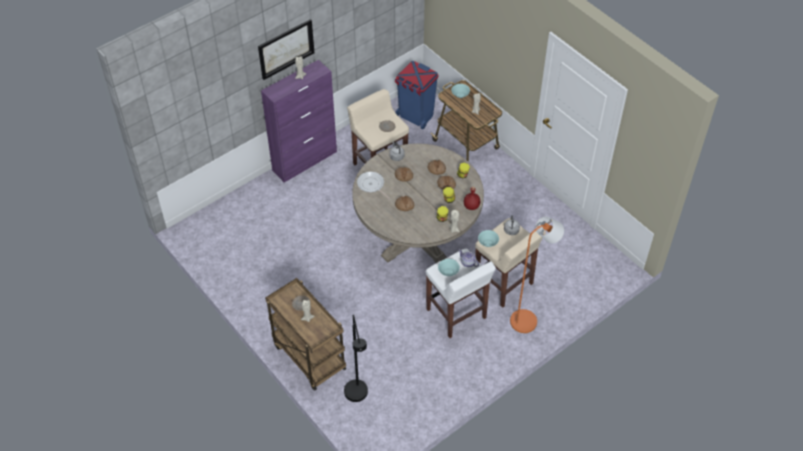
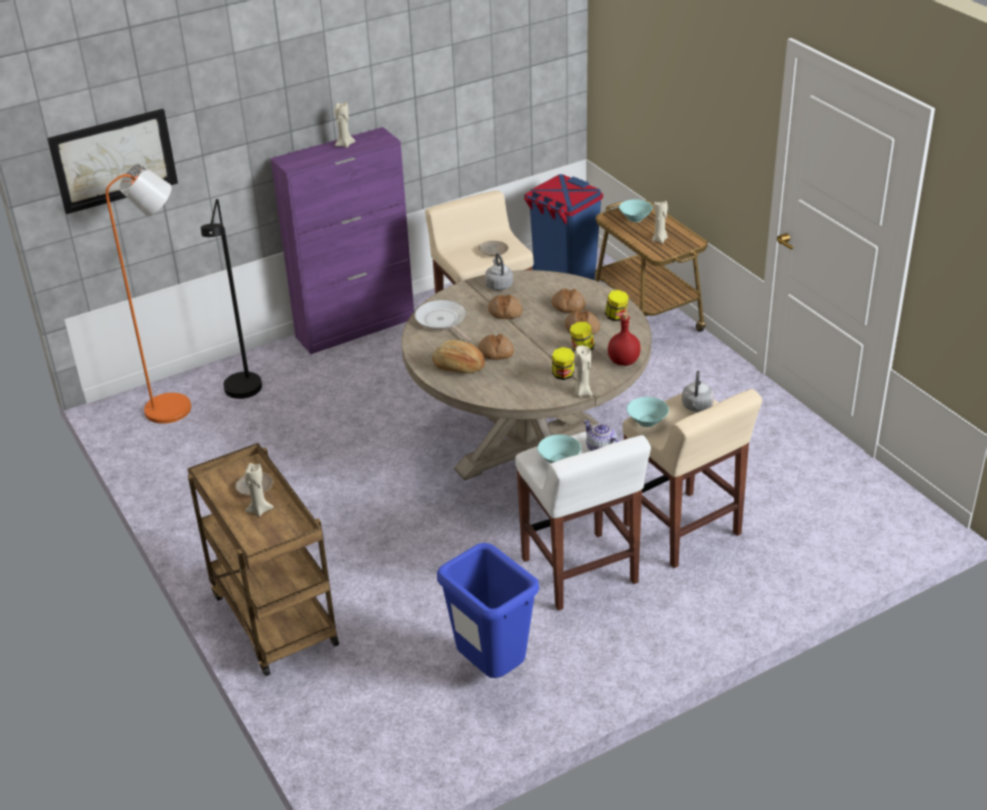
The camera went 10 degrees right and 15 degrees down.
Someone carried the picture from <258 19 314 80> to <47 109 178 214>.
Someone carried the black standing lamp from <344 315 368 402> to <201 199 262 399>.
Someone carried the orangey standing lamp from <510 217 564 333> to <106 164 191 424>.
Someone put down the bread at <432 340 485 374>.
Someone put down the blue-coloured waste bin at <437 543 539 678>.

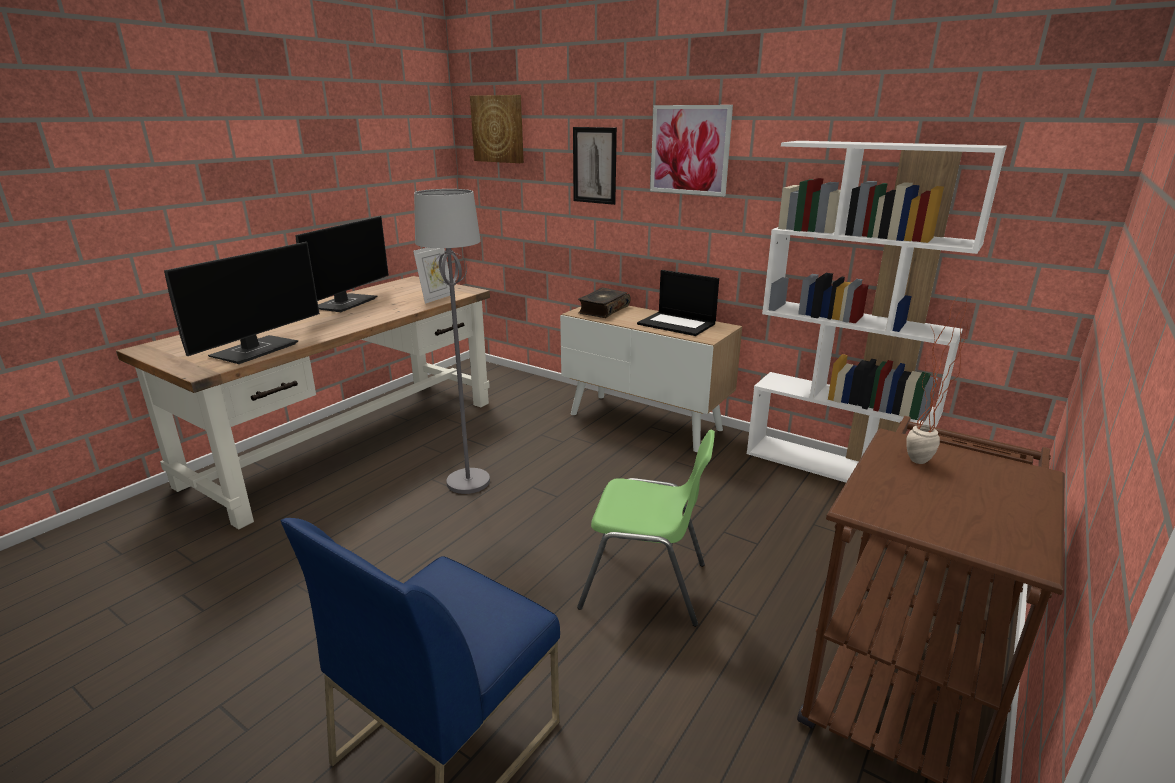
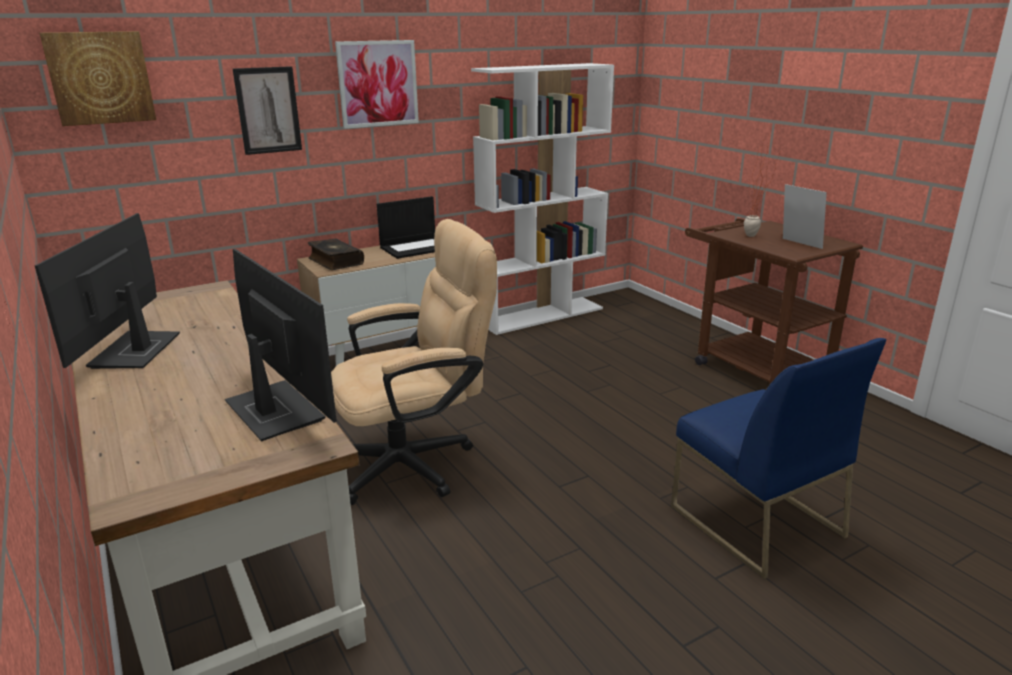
The camera went 65 degrees left and 0 degrees up.
Someone rotated the computer display at <295 216 389 312> by 135 degrees counterclockwise.
Someone carried the picture frame from <413 248 450 304> to <783 184 827 249>.
Someone swapped the greyish standing lamp at <414 189 490 494> for the beige-coloured desk chair at <331 219 497 505>.
Someone took away the green plain chair at <577 429 715 627>.

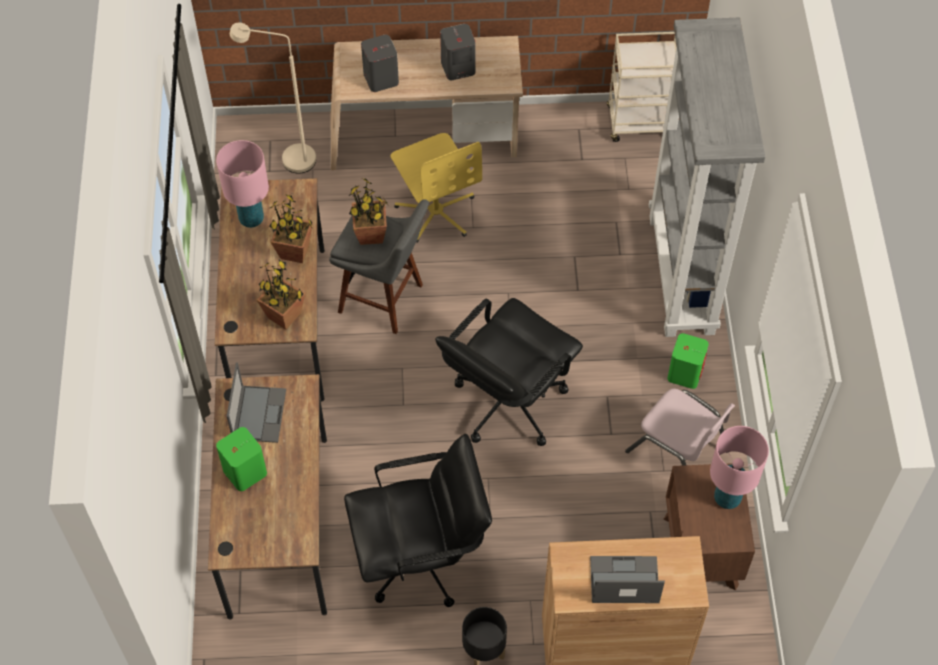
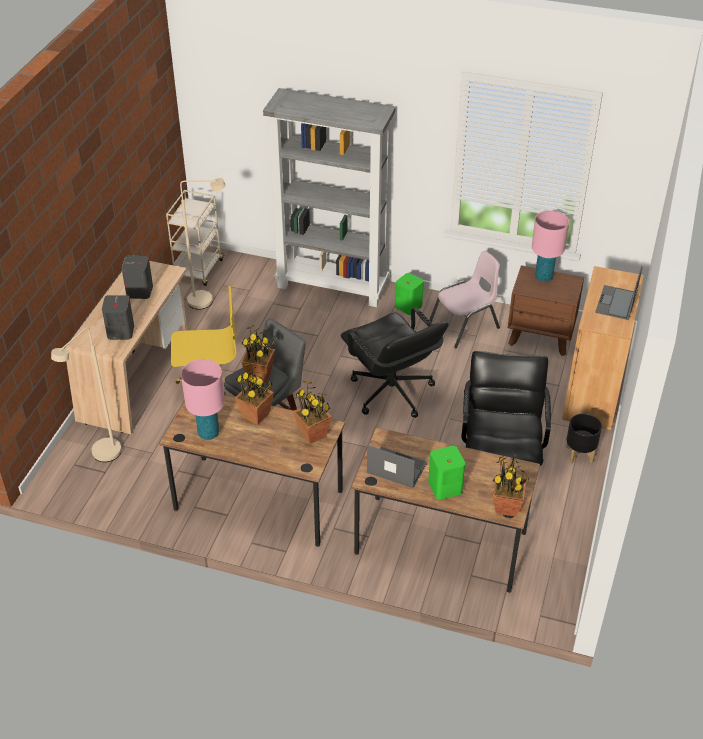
The camera went 70 degrees left and 15 degrees down.
Someone put down the beige-coloured standing lamp at <180 178 226 309>.
Someone put down the houseplant at <492 451 529 517>.

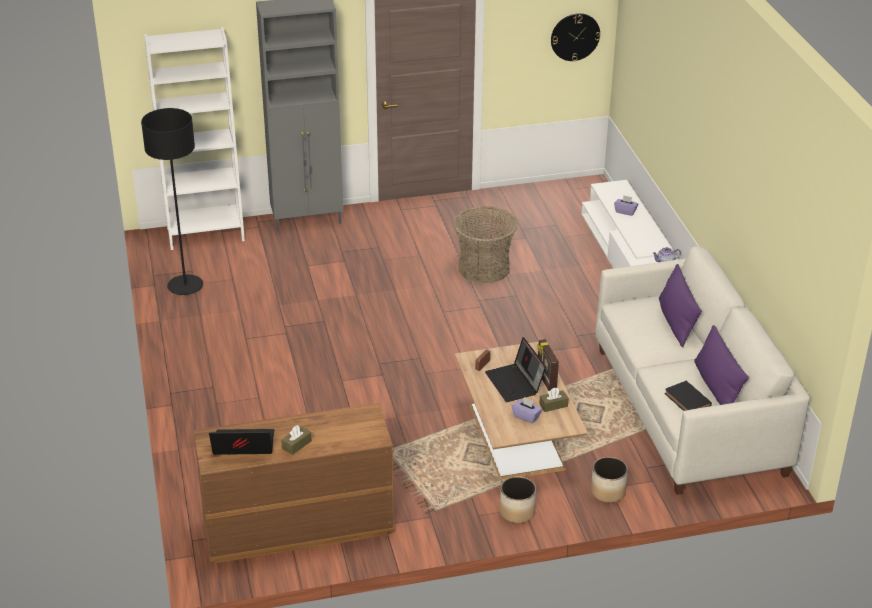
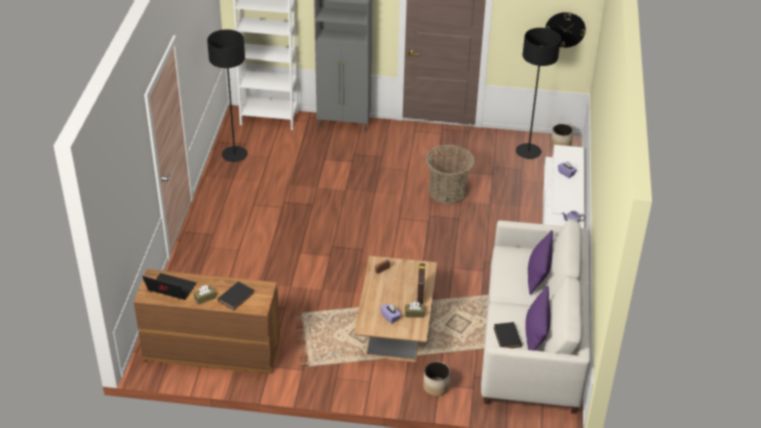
The camera went 20 degrees right and 5 degrees up.
Someone took away the notebook computer at <485 337 546 402>.
Someone carried the plant pot from <500 477 536 523> to <551 124 573 148>.
Someone put down the black bound book at <218 281 254 310>.
Someone put down the black standing lamp at <516 28 561 159>.

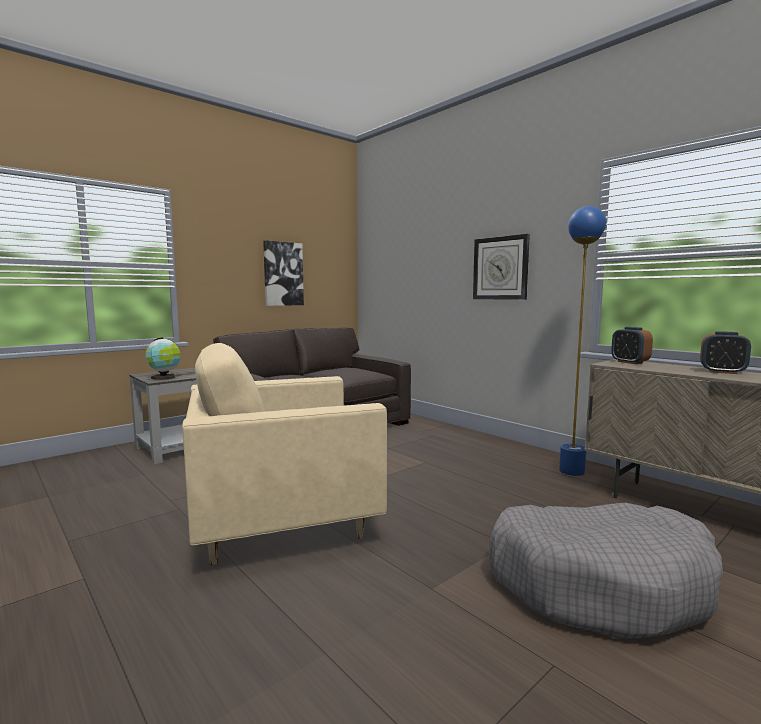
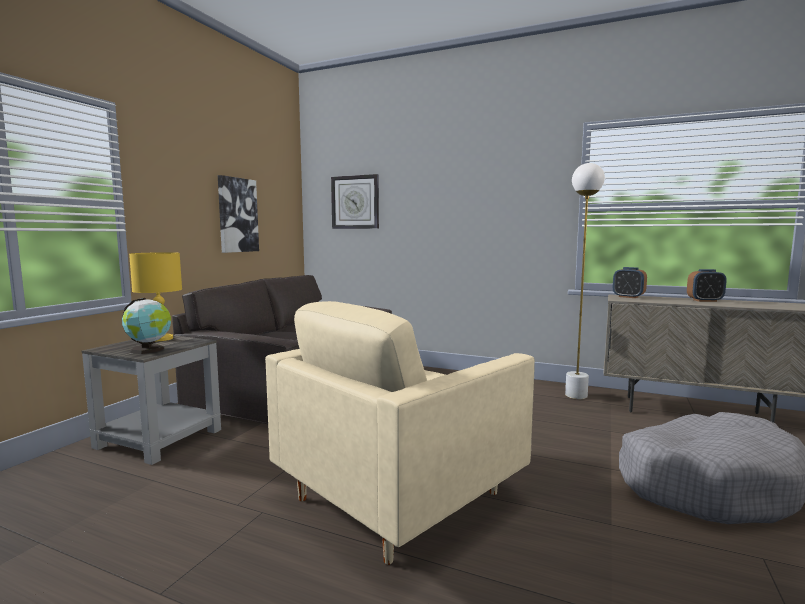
The camera went 25 degrees left and 0 degrees up.
Someone carried the clock on the wall from <473 234 530 300> to <331 174 379 229>.
Someone repainted the blue-coloured standing lamp at <559 206 606 476>, which became the whitish standing lamp at <565 163 605 399>.
Someone put down the yellow-coloured lamp for a table at <129 252 182 341>.

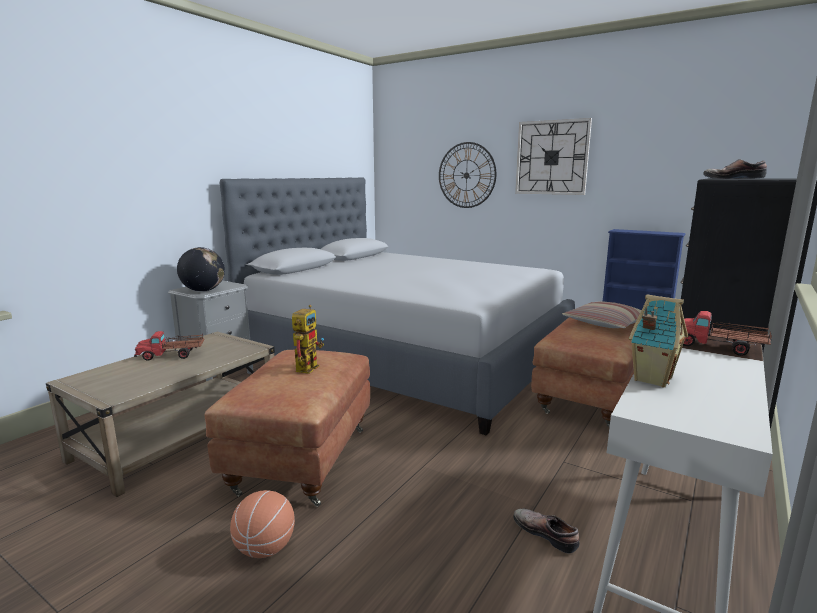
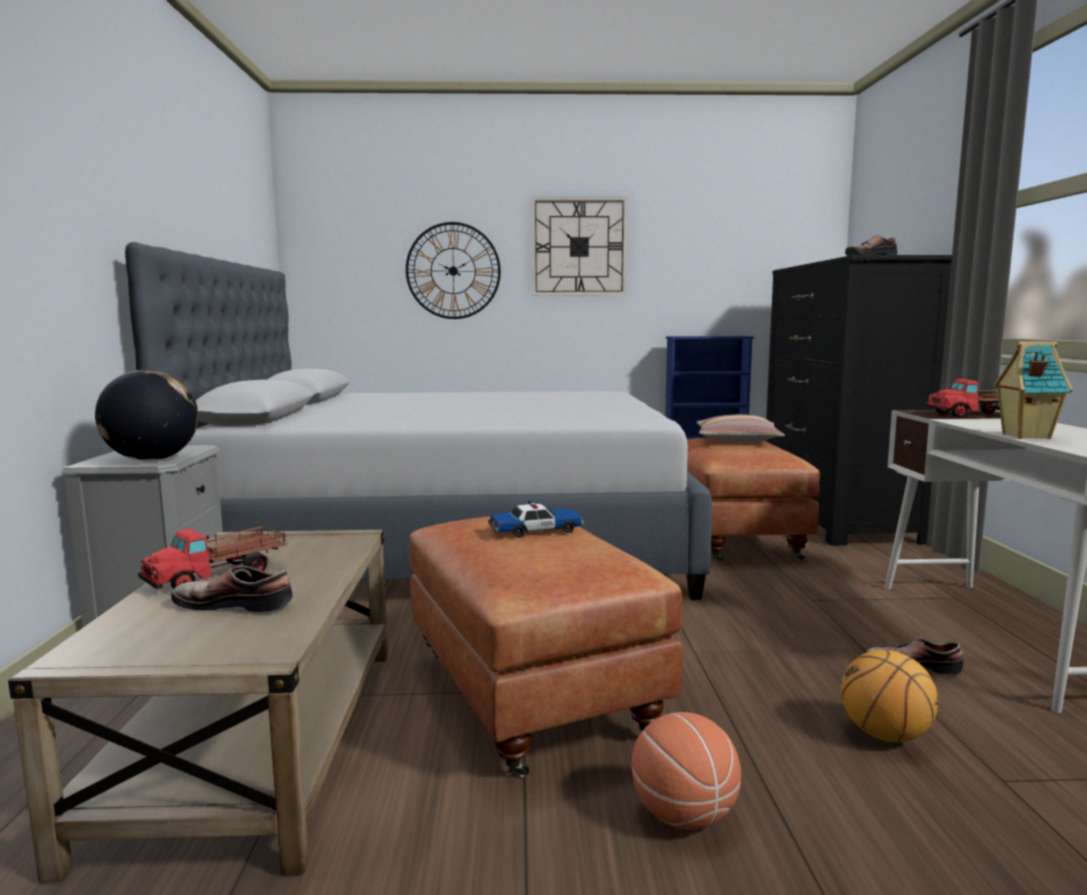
The camera went 35 degrees left and 5 degrees down.
Someone swapped the toy robot at <292 305 324 374> for the toy car at <488 501 584 538>.
Someone put down the item of footwear at <171 566 293 612>.
Someone put down the ball for basketball at <841 649 938 742>.

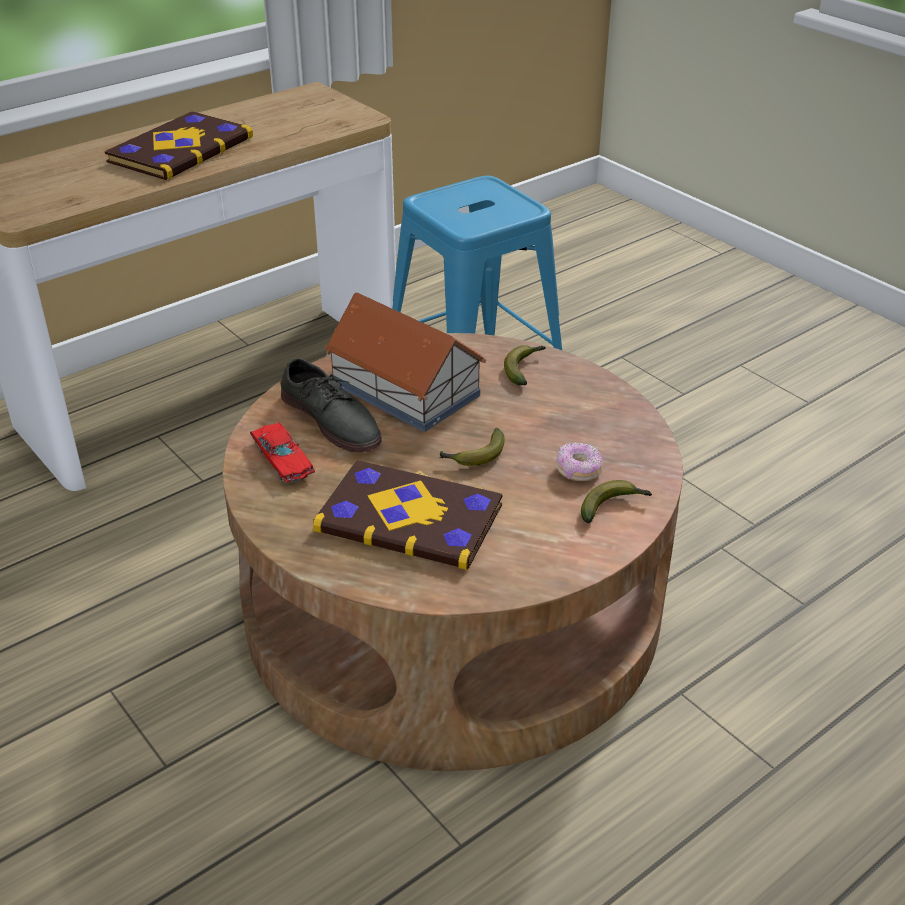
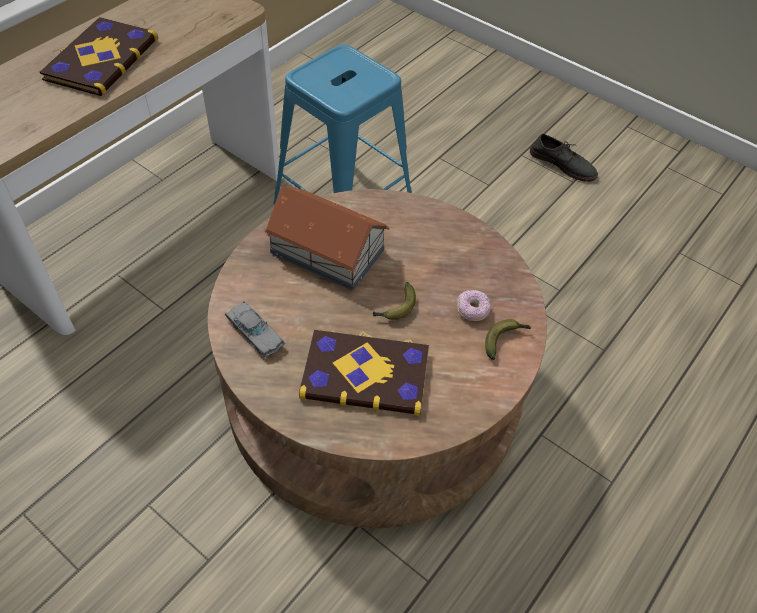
The camera went 15 degrees left and 15 degrees up.
Someone repainted the red-coloured toy car at <250 422 315 483>, which became the greyish toy car at <225 301 285 358>.
Someone carried the greyish item of footwear from <281 358 382 452> to <530 134 598 182>.
Someone took away the banana at <504 345 545 385>.

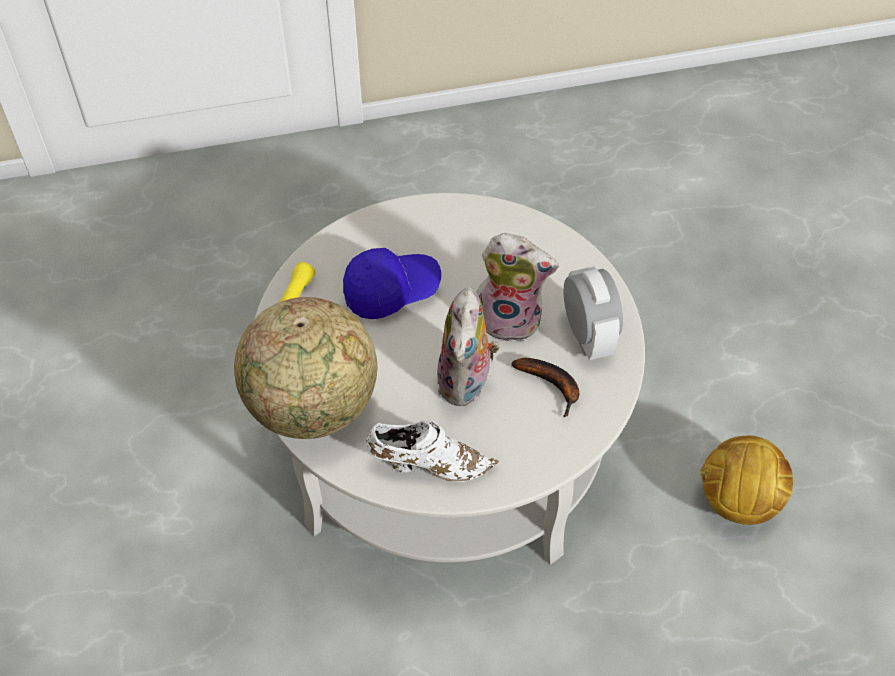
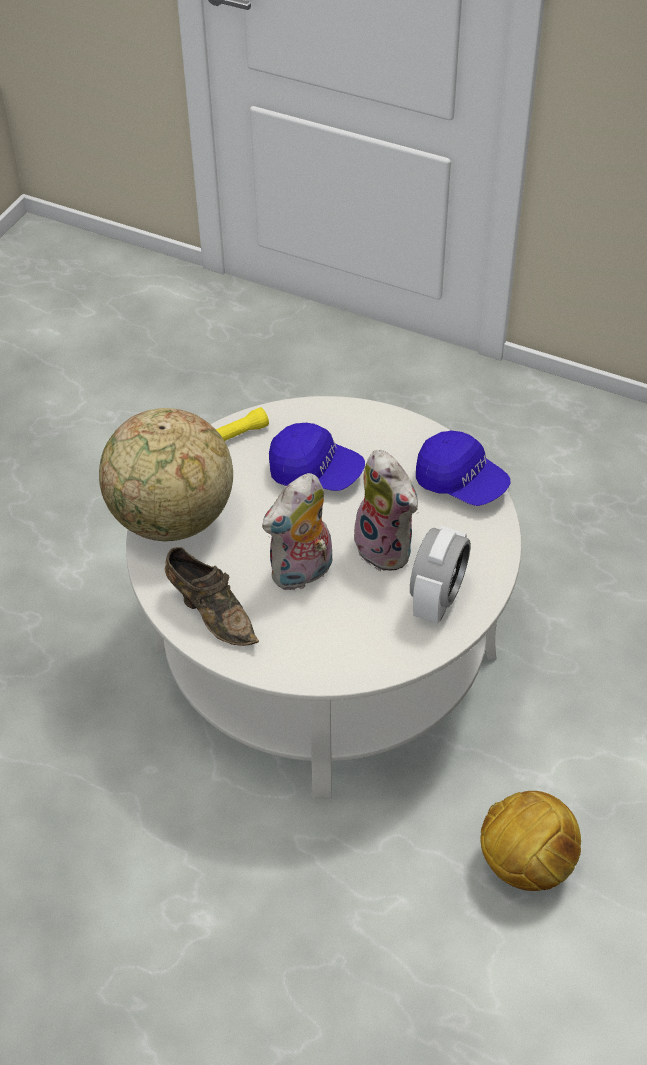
The camera went 40 degrees right and 5 degrees down.
Someone repainted the whitish item of footwear at <367 420 498 482>, which became the brownish item of footwear at <165 547 259 646>.
Someone took away the banana at <512 358 579 417>.
Someone put down the blue-coloured cap at <416 430 511 506>.

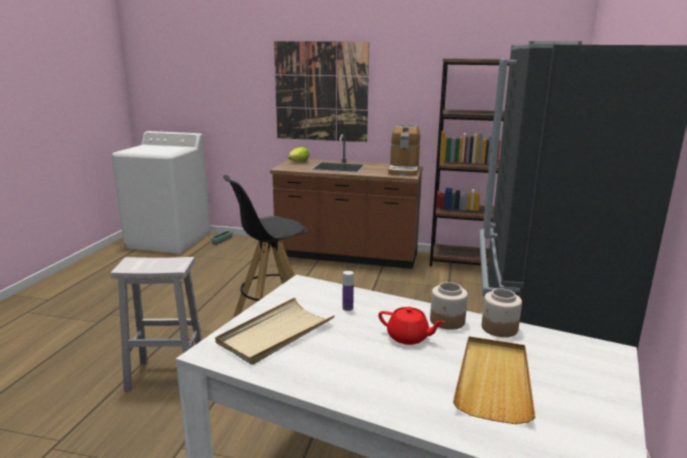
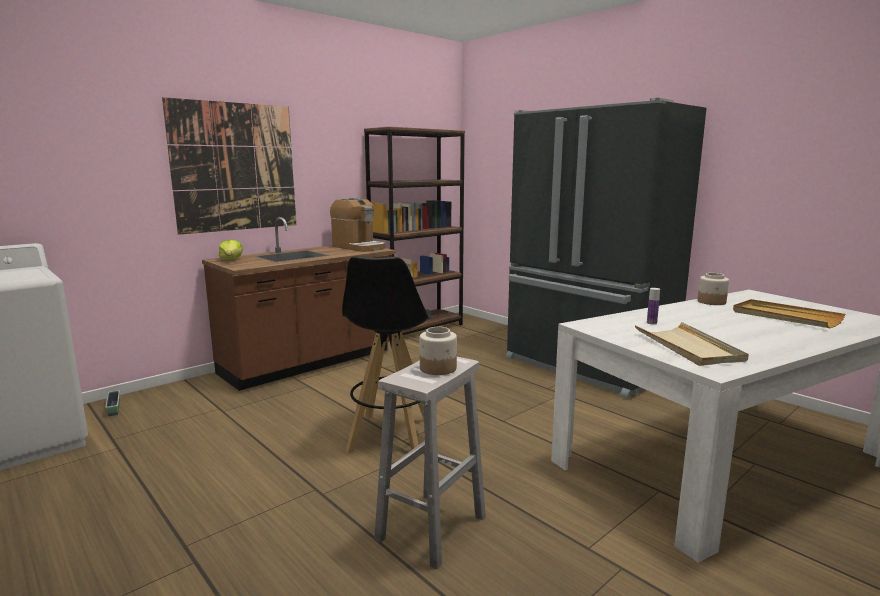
The camera went 55 degrees left and 5 degrees down.
Someone took away the red-coloured pot for tea at <378 307 445 345>.
Someone carried the storage jar from <430 282 468 330> to <419 327 457 375>.

